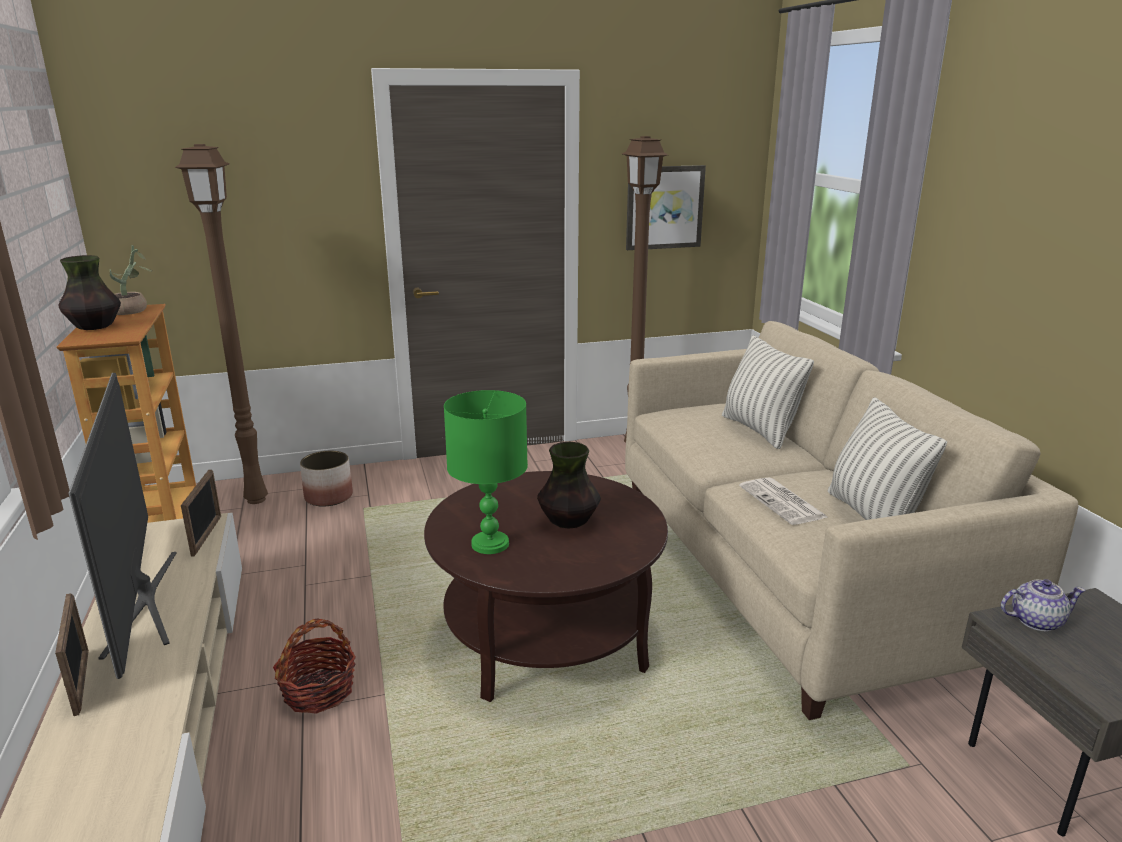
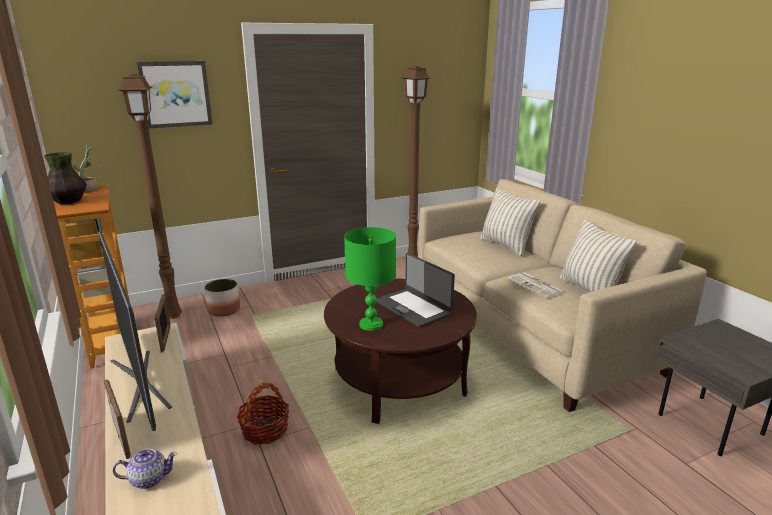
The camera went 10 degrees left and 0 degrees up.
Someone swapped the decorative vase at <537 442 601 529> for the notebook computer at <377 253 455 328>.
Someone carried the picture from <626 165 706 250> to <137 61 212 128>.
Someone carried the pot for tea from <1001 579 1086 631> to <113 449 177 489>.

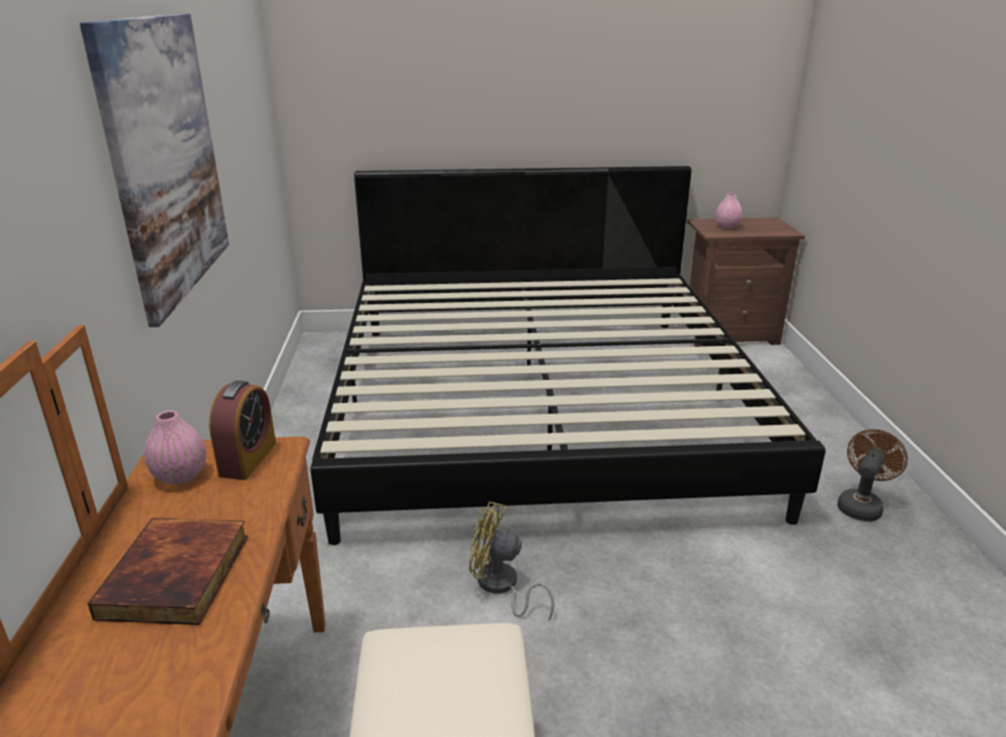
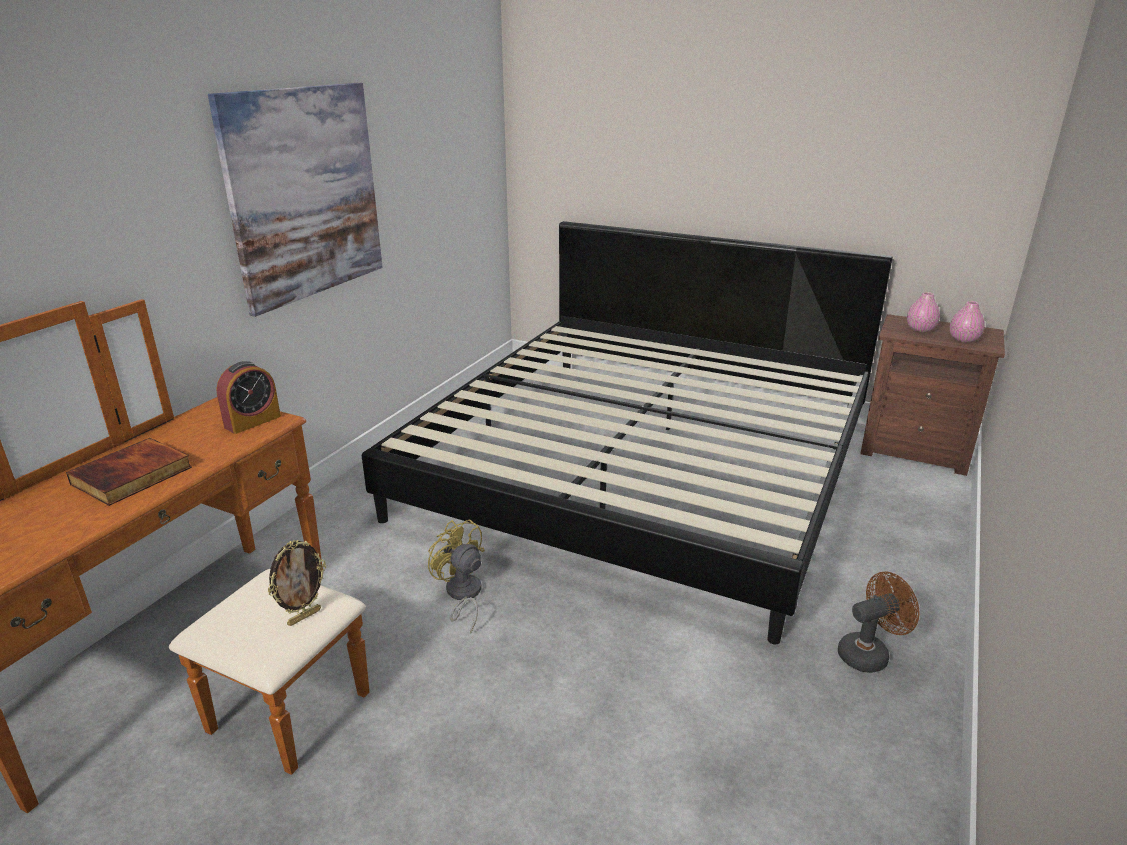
The camera went 30 degrees right and 0 degrees up.
Someone carried the pink-coloured decorative vase from <144 410 206 484> to <950 301 985 343>.
Someone put down the picture frame at <267 540 326 626>.

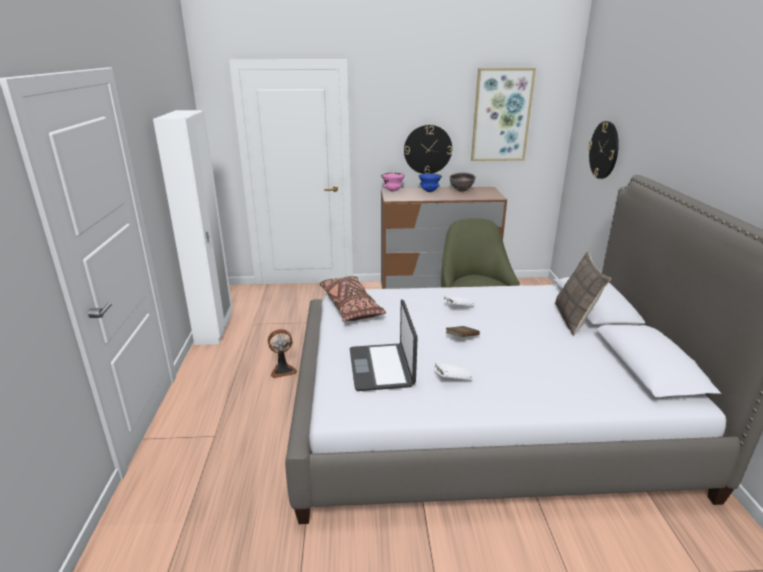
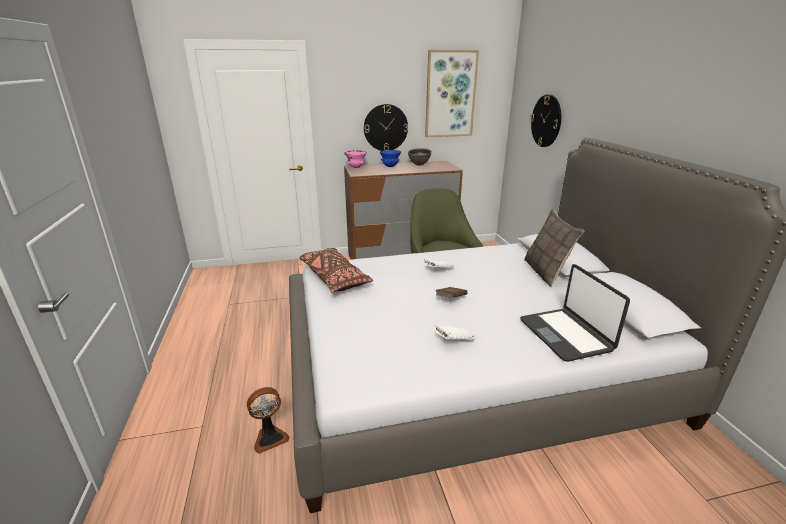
The camera went 10 degrees left and 0 degrees up.
Someone took away the whitish clothes cupboard at <153 110 232 345>.
Someone carried the electric fan from <268 329 297 378> to <247 387 290 454>.
Someone carried the notebook computer from <350 300 418 391> to <520 264 630 362>.

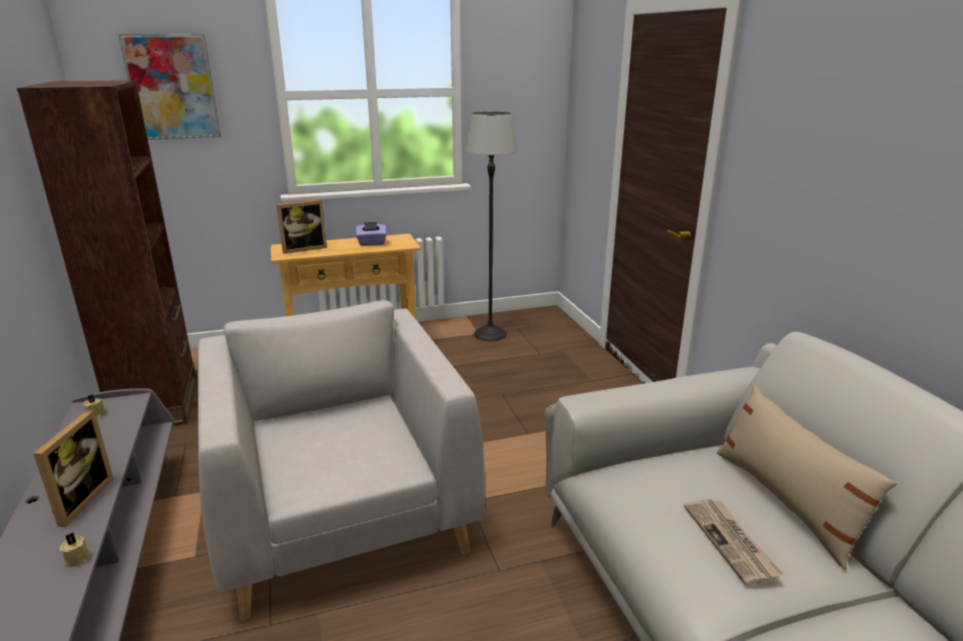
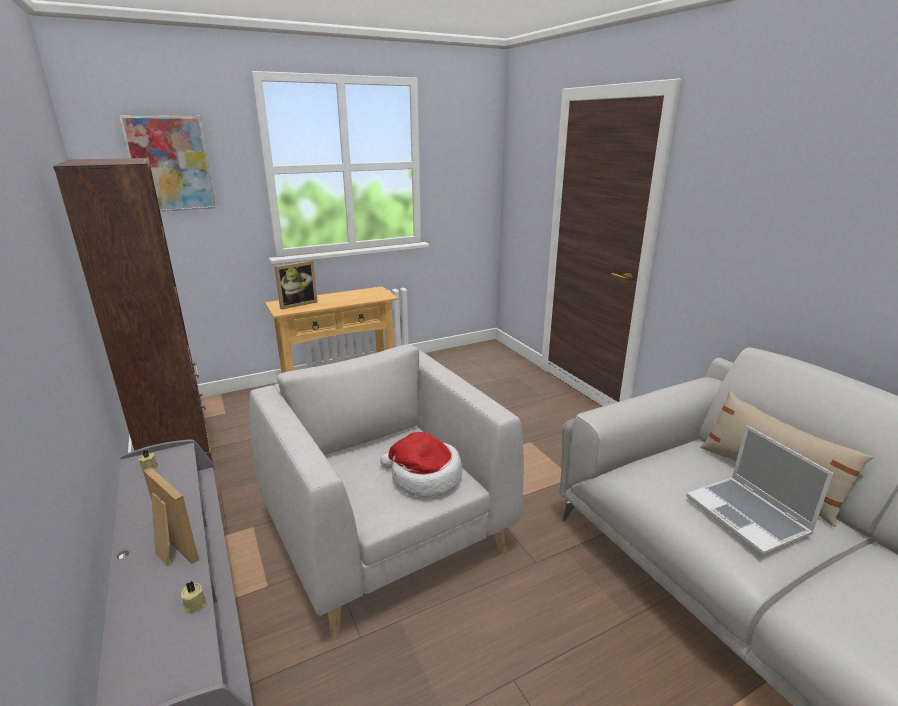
The camera went 10 degrees left and 0 degrees up.
Someone rotated the picture frame at <33 410 113 527> by 45 degrees counterclockwise.
Someone took away the purplish box of tissues at <355 222 387 246>.
Someone took away the standing lamp at <466 111 517 341>.
Someone swapped the daily paper at <684 499 784 585> for the notebook computer at <686 425 834 555>.
Someone put down the wearable hat at <380 432 462 497>.

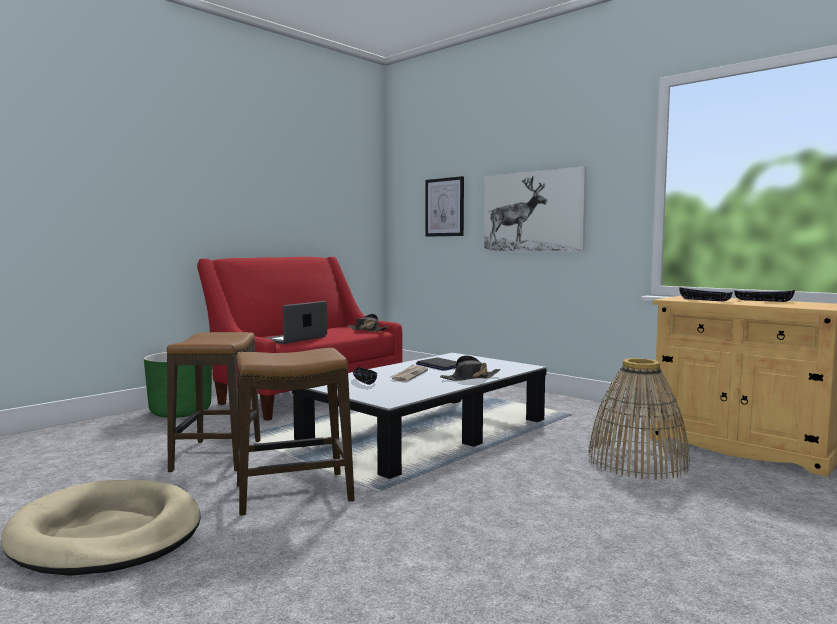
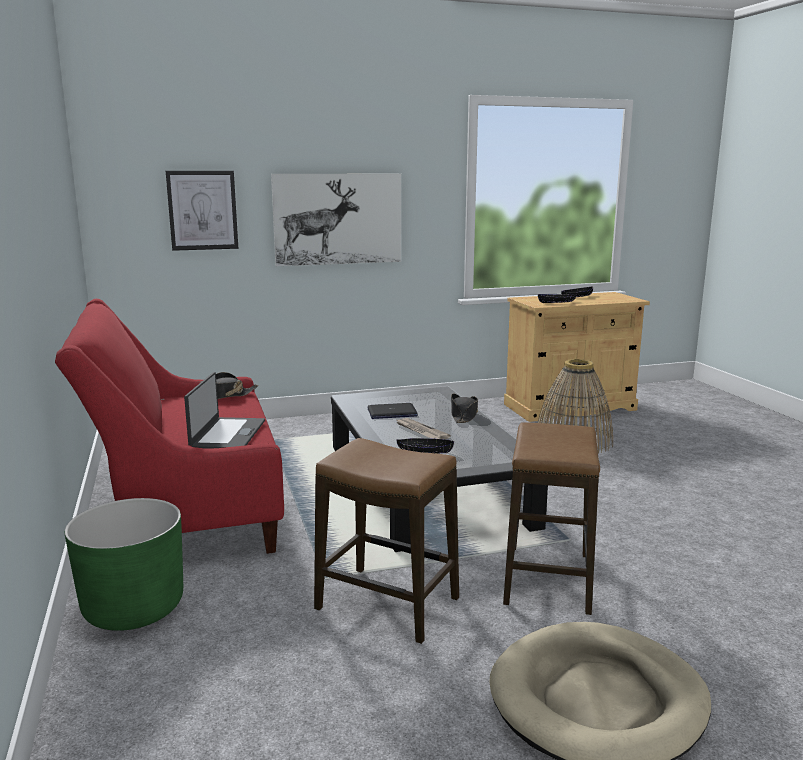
The camera went 60 degrees left and 10 degrees up.
Someone rotated the notebook computer at <266 301 327 344> by 150 degrees counterclockwise.

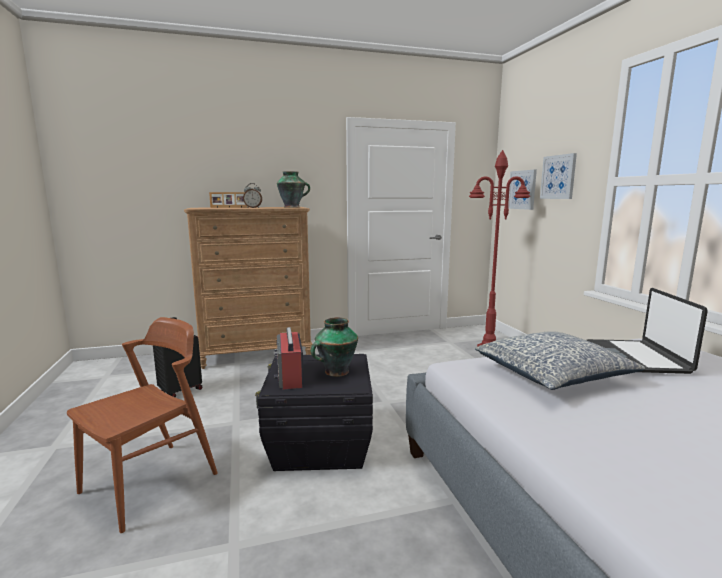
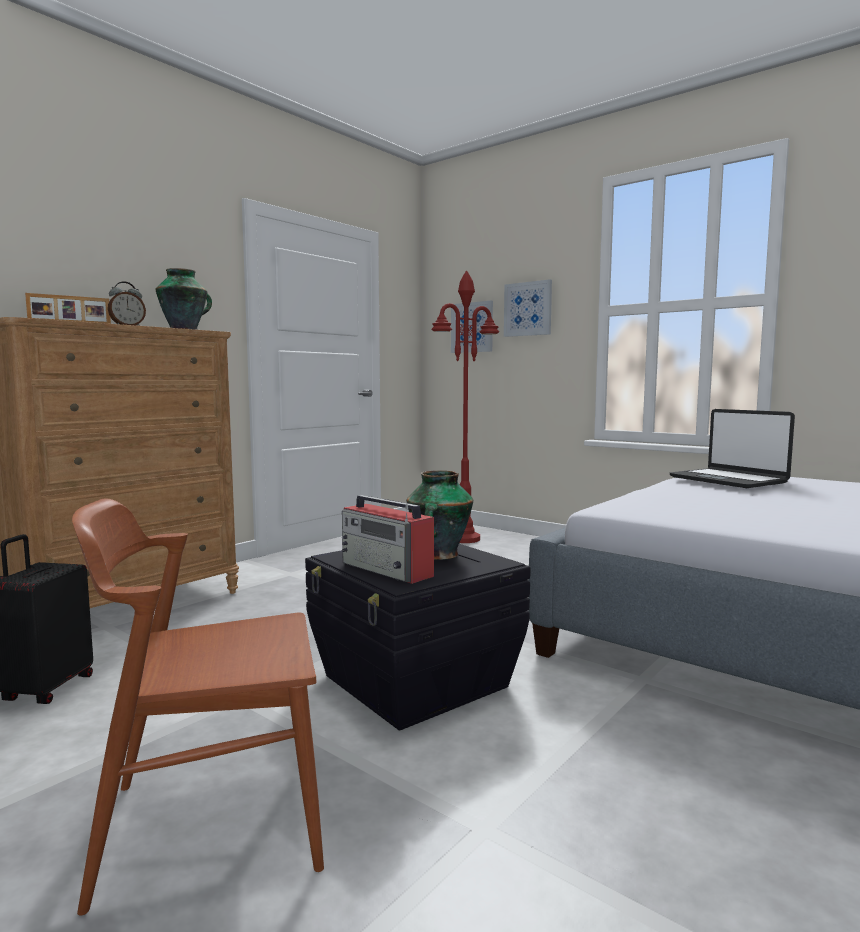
The camera went 35 degrees left and 5 degrees down.
Someone rotated the brownish plain chair at <67 317 218 533> by 105 degrees counterclockwise.
Someone took away the cushion at <475 331 645 390>.

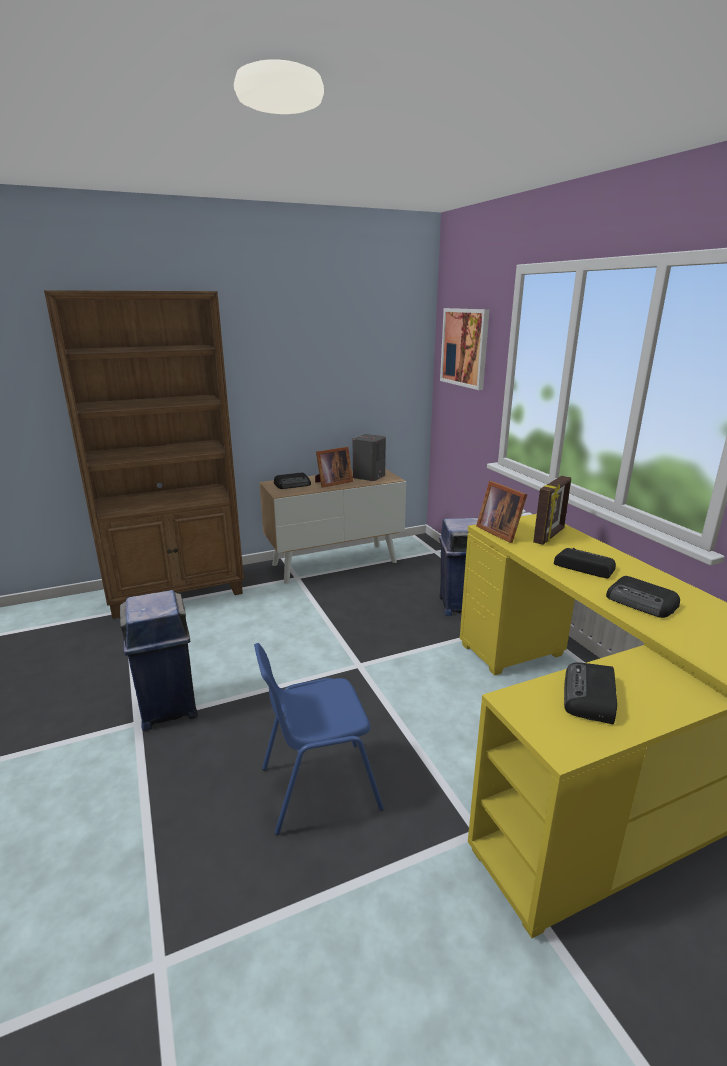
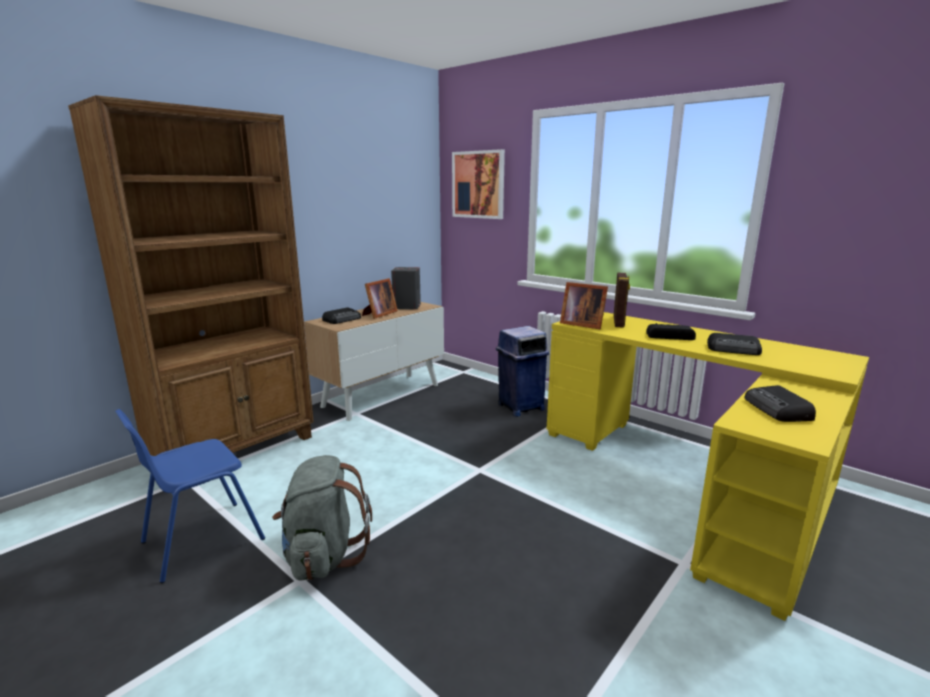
The camera went 25 degrees left and 5 degrees down.
Someone swapped the blue-coloured waste bin at <120 590 198 731> for the greyish rucksack at <272 455 372 581>.
Someone carried the blue-coloured plain chair from <254 643 384 835> to <115 409 265 583>.

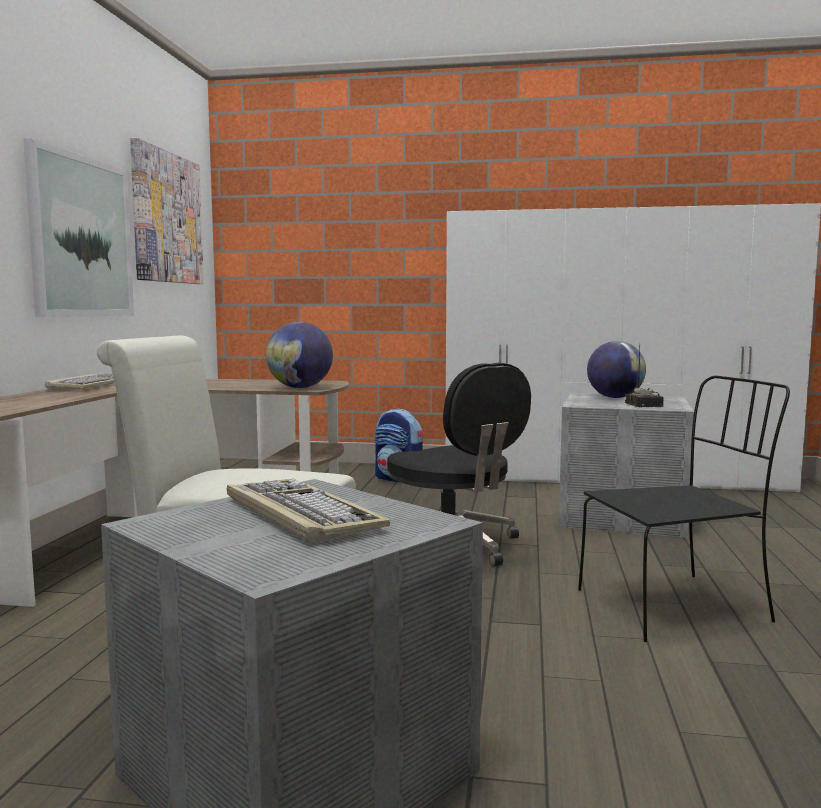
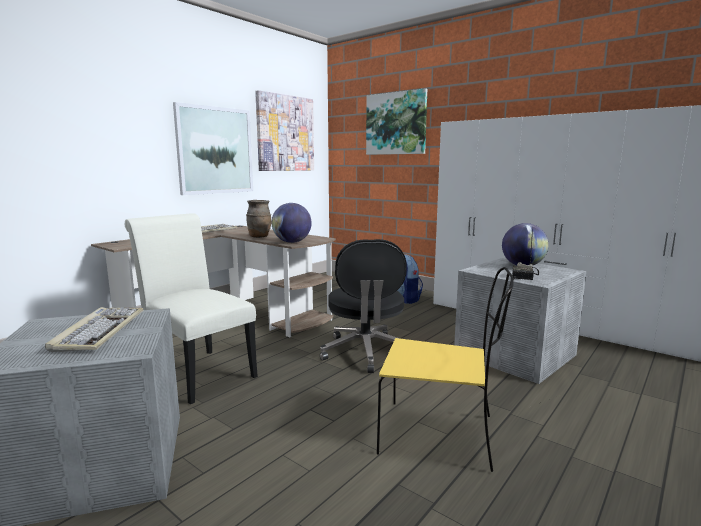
The camera went 30 degrees right and 5 degrees up.
Someone repainted the black plain chair at <578 375 790 642>, which became the yellow-coloured plain chair at <377 267 514 472>.
Someone put down the brownish decorative vase at <246 200 271 238>.
Someone put up the picture at <366 88 427 155>.

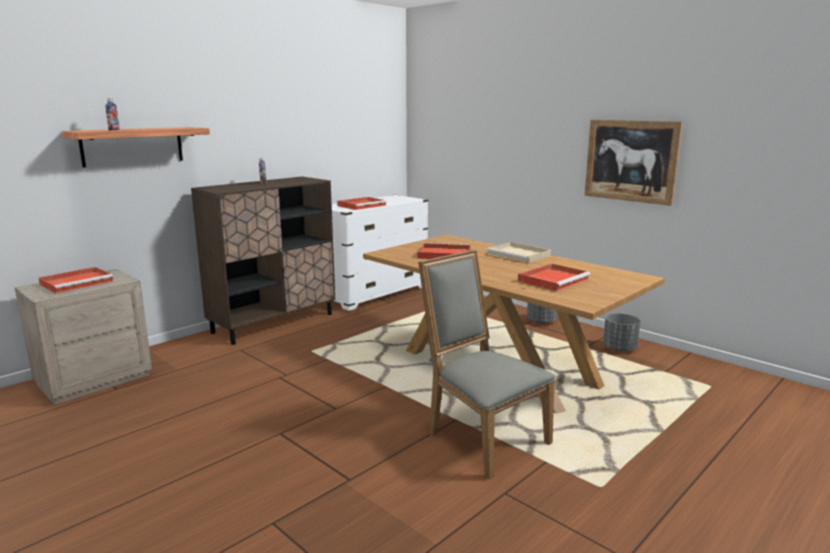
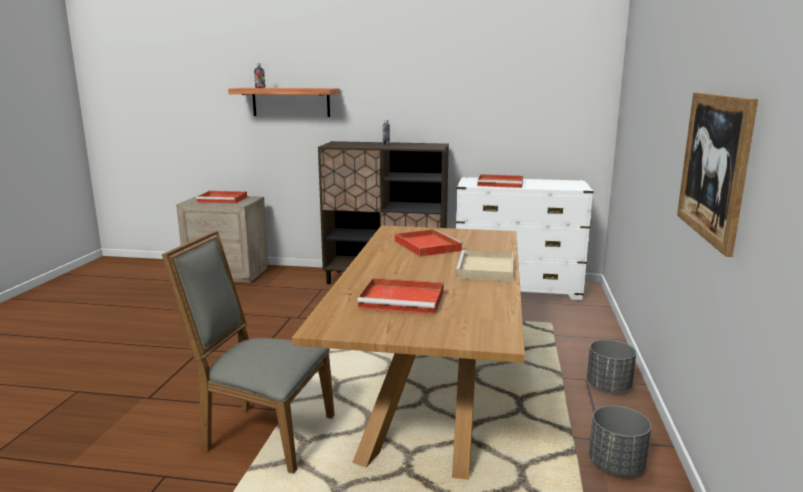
The camera went 55 degrees right and 0 degrees up.
Someone rotated the greyish plain chair at <418 250 556 479> by 90 degrees counterclockwise.

